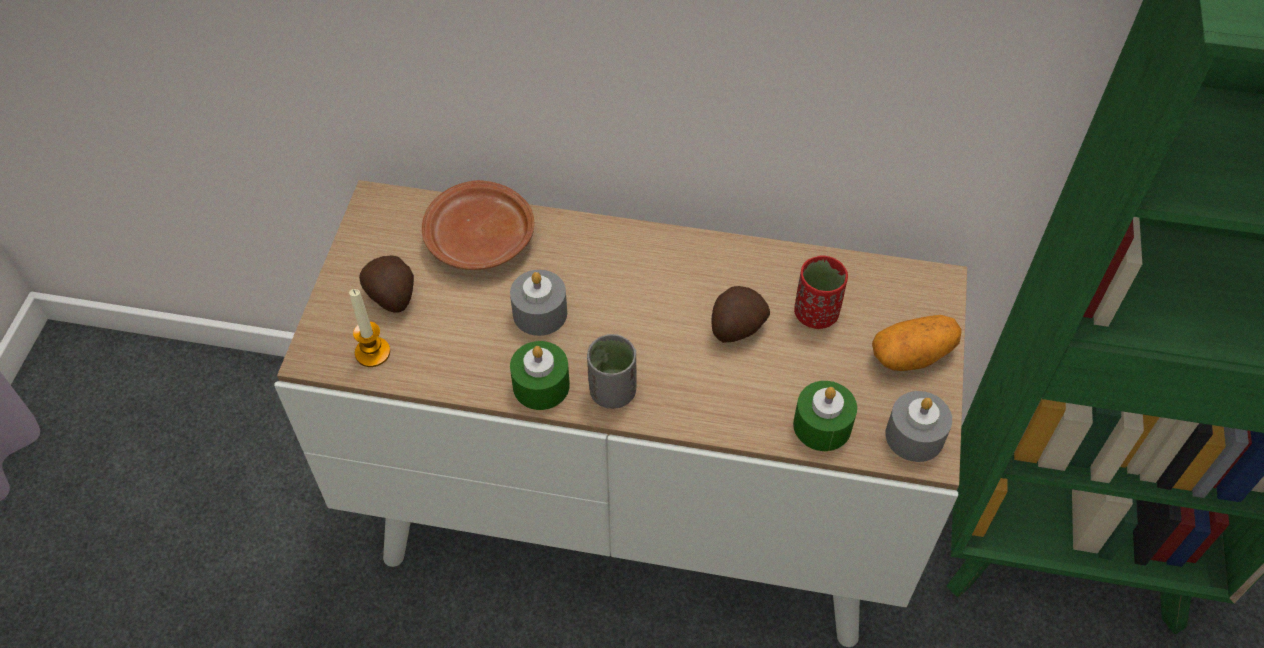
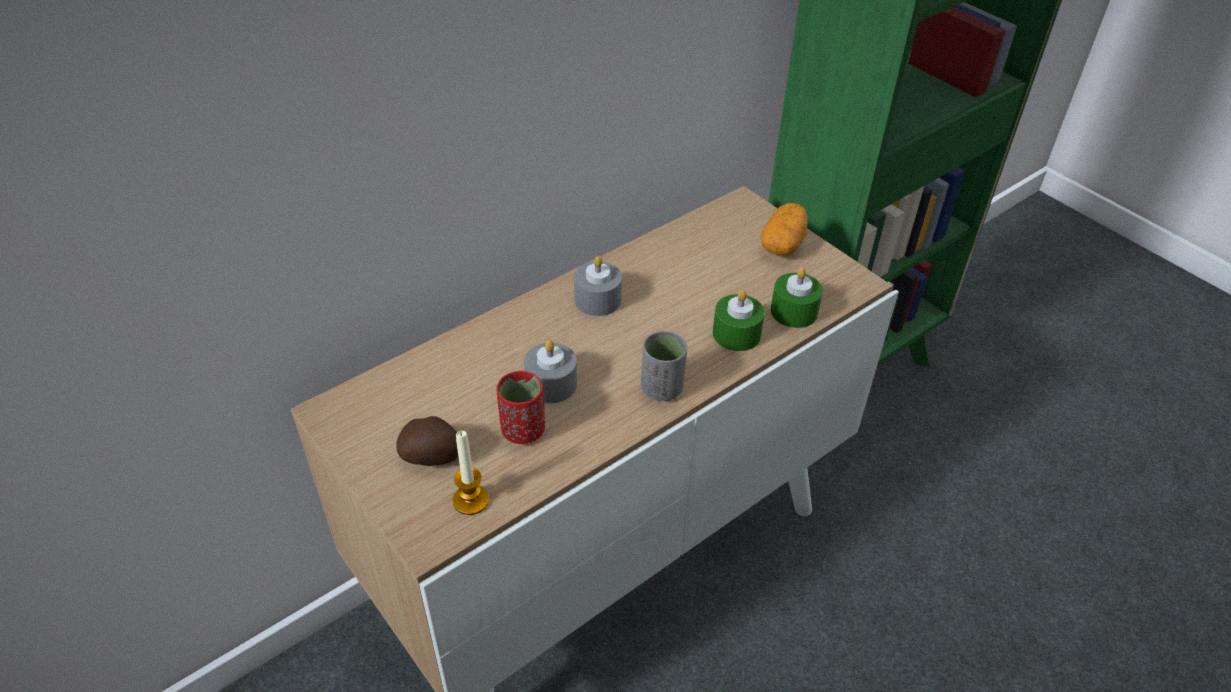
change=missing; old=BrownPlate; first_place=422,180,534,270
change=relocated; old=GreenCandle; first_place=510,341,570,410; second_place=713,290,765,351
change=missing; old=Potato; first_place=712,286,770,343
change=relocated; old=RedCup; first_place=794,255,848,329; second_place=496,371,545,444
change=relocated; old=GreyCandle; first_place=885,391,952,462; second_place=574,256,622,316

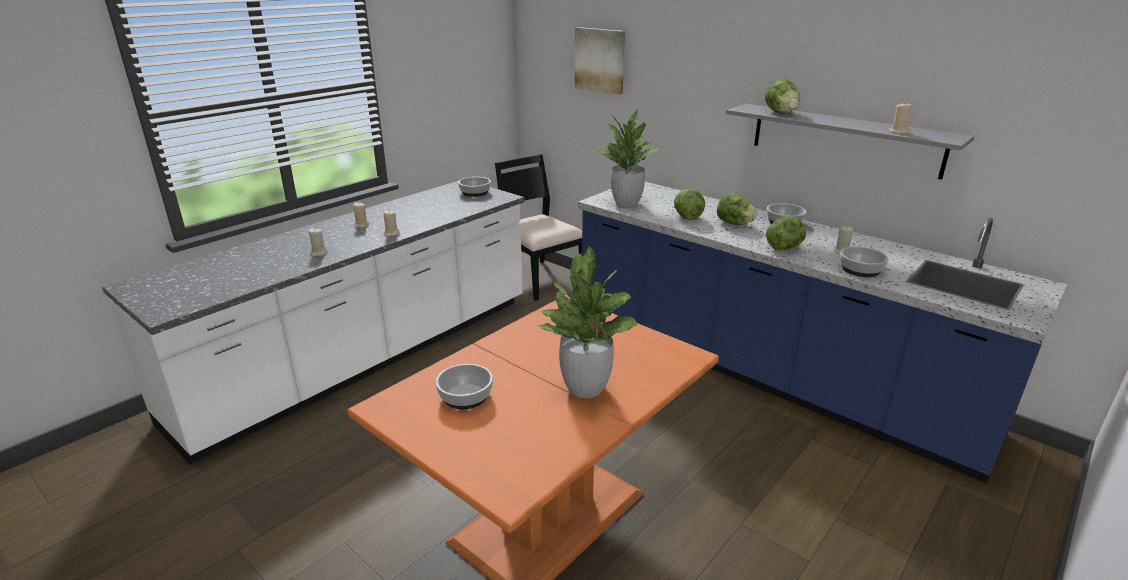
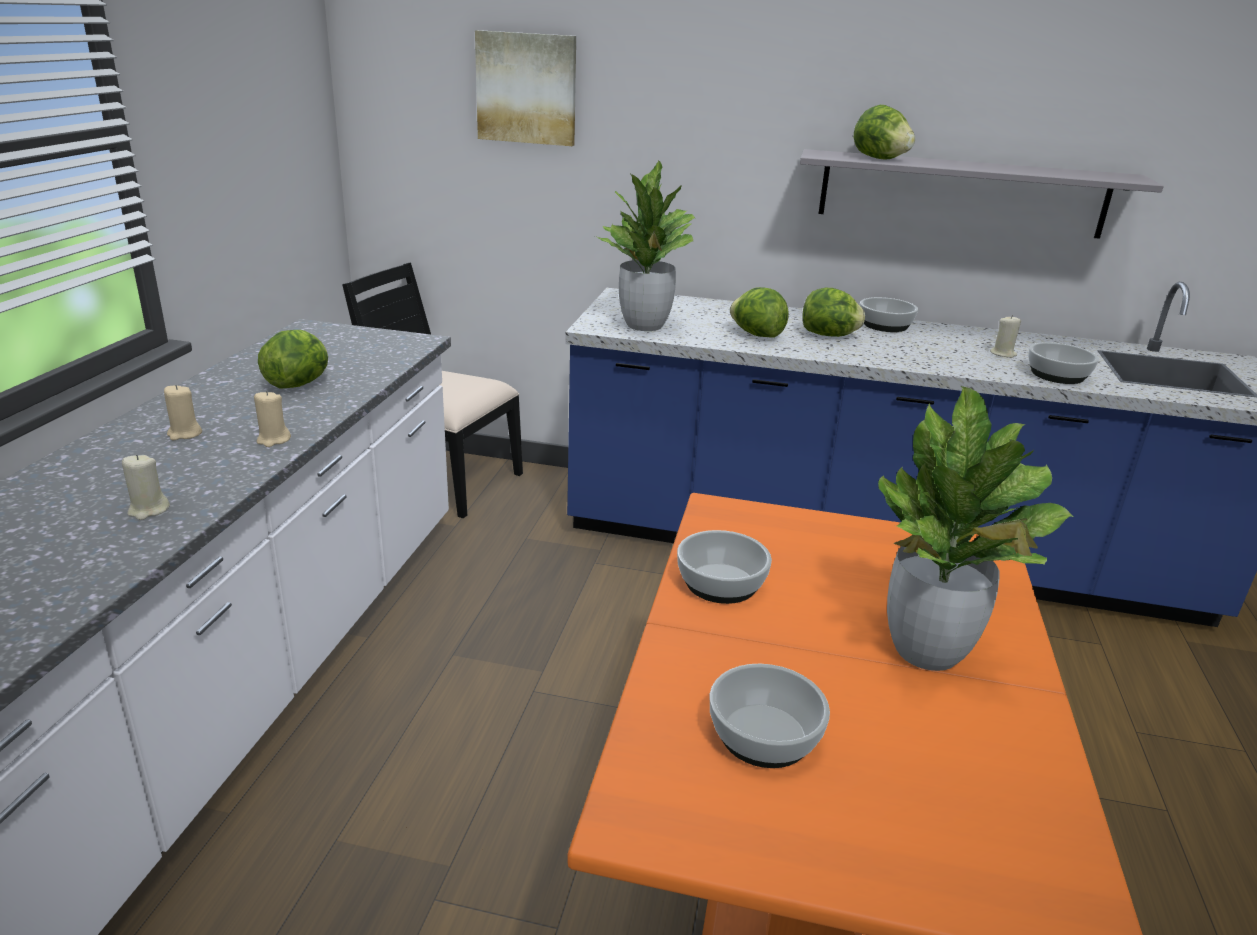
change=relocated; old=Bowl; first_place=458,177,491,197; second_place=677,530,772,604
change=relocated; old=Lettuce; first_place=766,216,806,250; second_place=258,330,328,389
change=missing; old=BeigeCandle; first_place=889,102,912,134

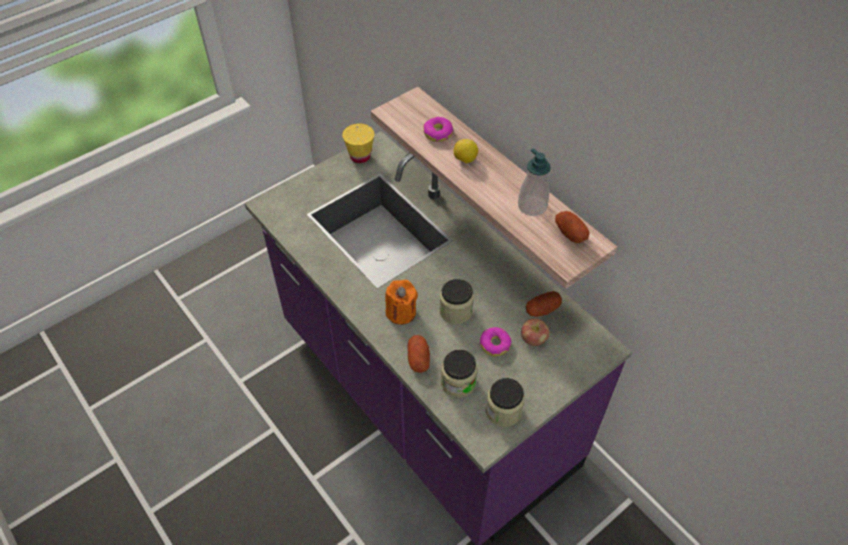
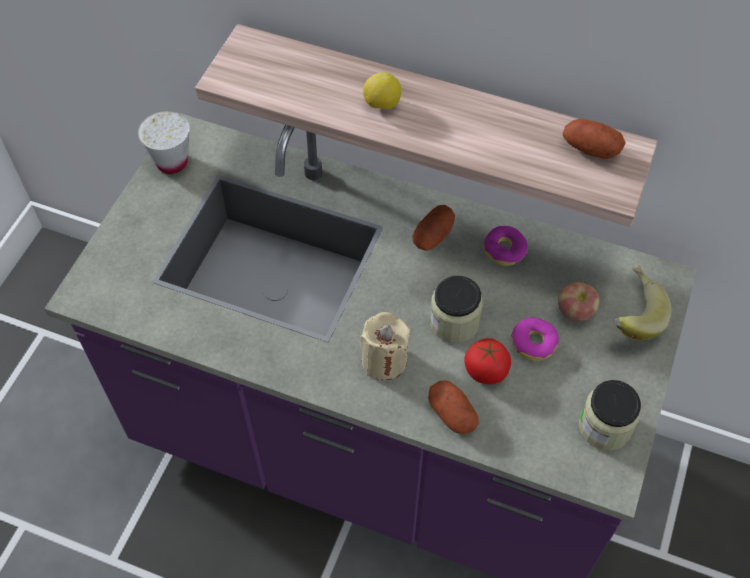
change=colour; old=YellowCup; new=WhiteCup; first_place=342,124,374,163; second_place=138,111,190,174
change=colour; old=OrangeCandle; new=BeigeCandle; first_place=385,280,418,325; second_place=360,312,410,380
change=relocated; old=Donut; first_place=423,117,454,142; second_place=484,226,528,266
change=missing; old=Jar; first_place=441,350,478,398
change=missing; old=SoapDispenser; first_place=518,148,551,216
change=relocated; old=Potato; first_place=526,291,562,317; second_place=412,205,455,251
change=appeared; new=Tomato; second_place=464,338,511,384
change=appeared; new=Banana; second_place=615,265,672,340

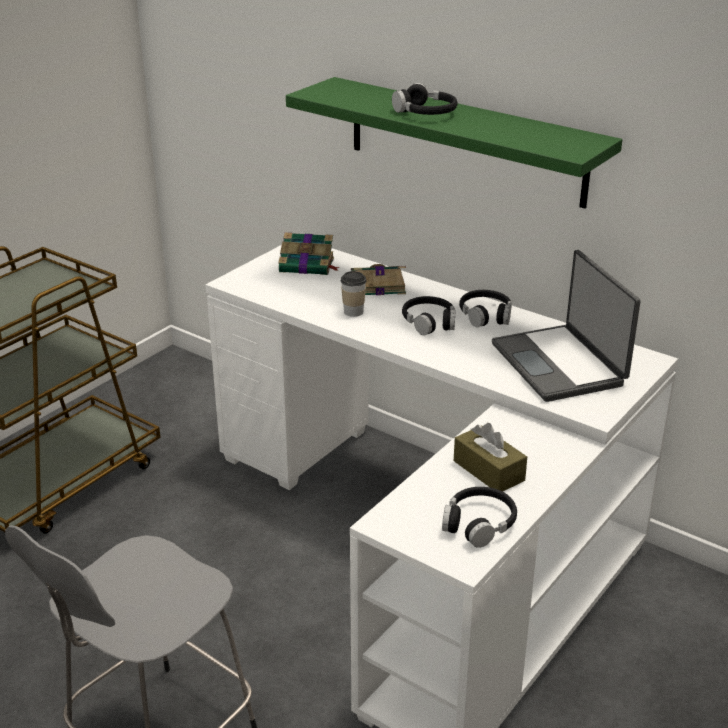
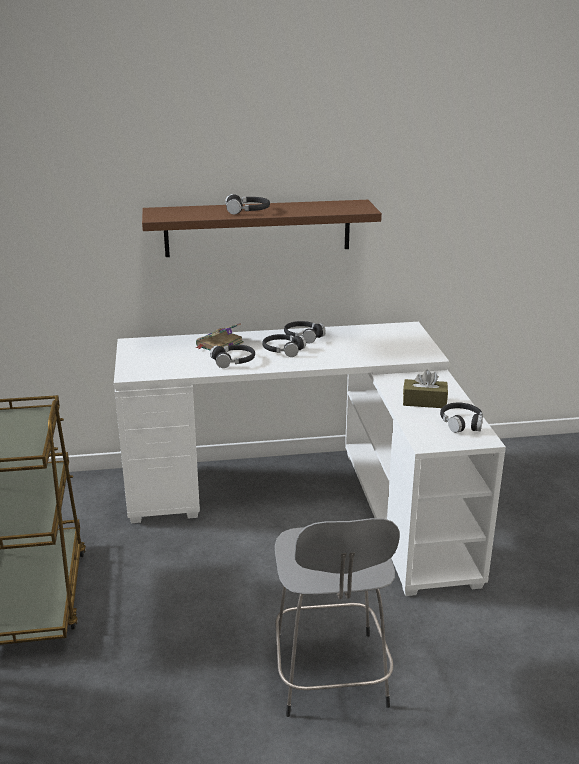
change=missing; old=Book; first_place=278,232,340,275
change=colour; old=GreenShelf; new=BrownShelf; first_place=286,77,622,208; second_place=142,200,382,257
change=exchanged; old=Cup; new=BlackHeadphones; first_place=341,271,366,317; second_place=210,345,255,368
change=missing; old=Laptop; first_place=492,250,640,402

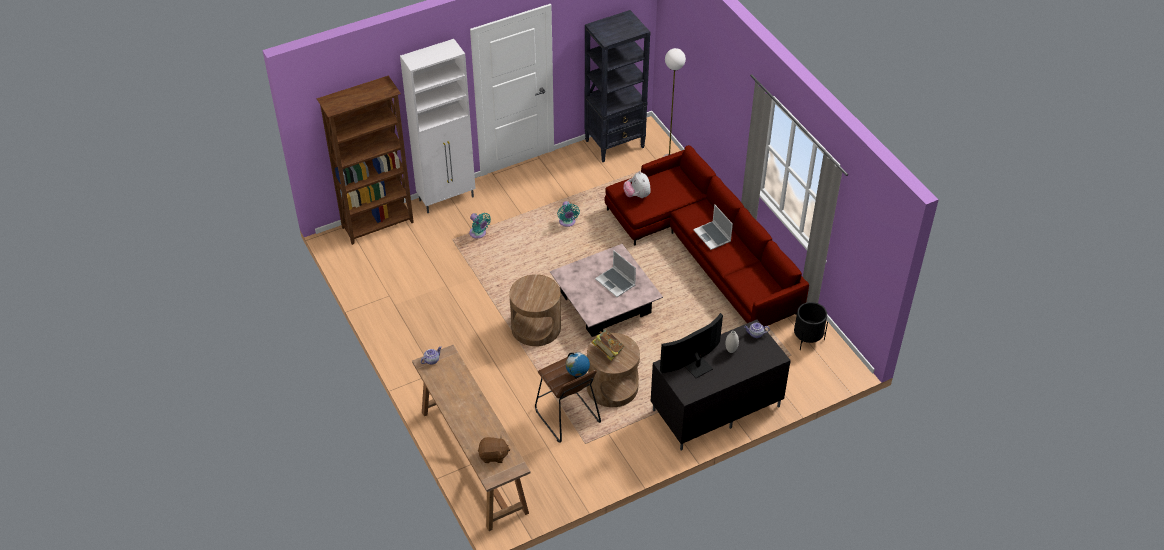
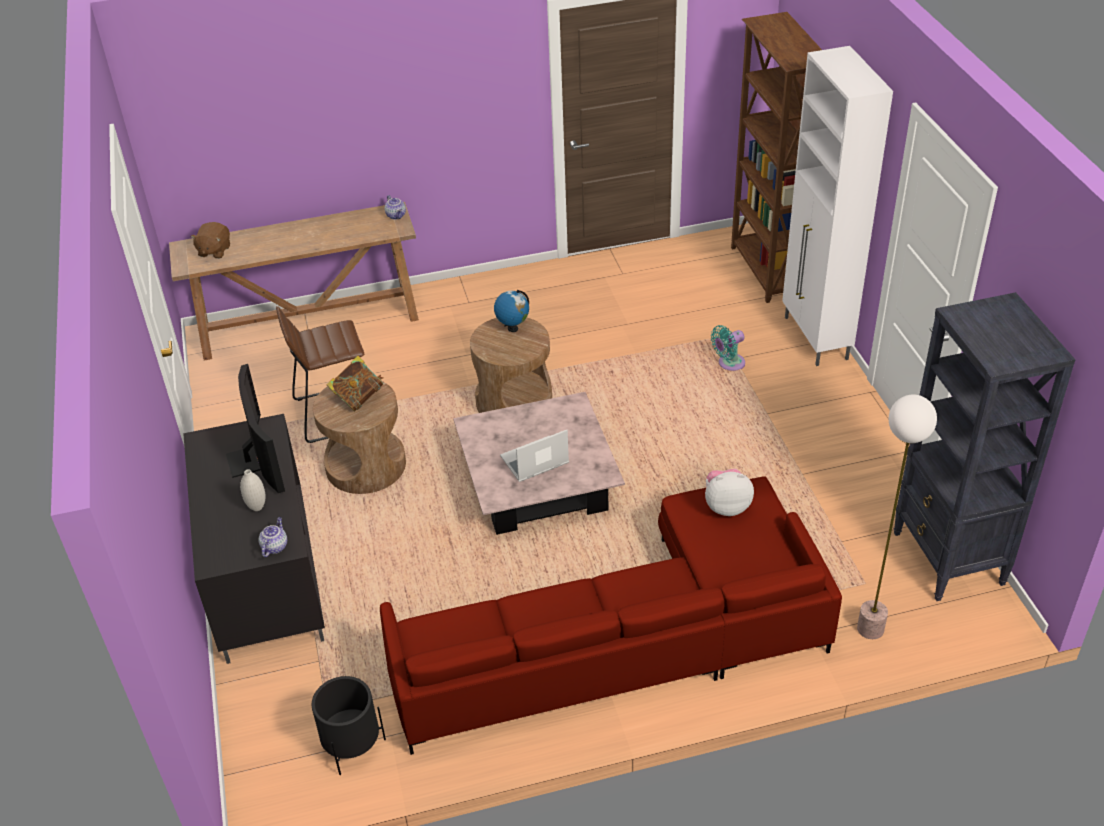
change=missing; old=TurquoiseFan; first_place=557,201,580,227
change=relocated; old=Globe; first_place=566,352,590,379; second_place=494,290,529,332
change=missing; old=Laptop; first_place=693,204,733,250

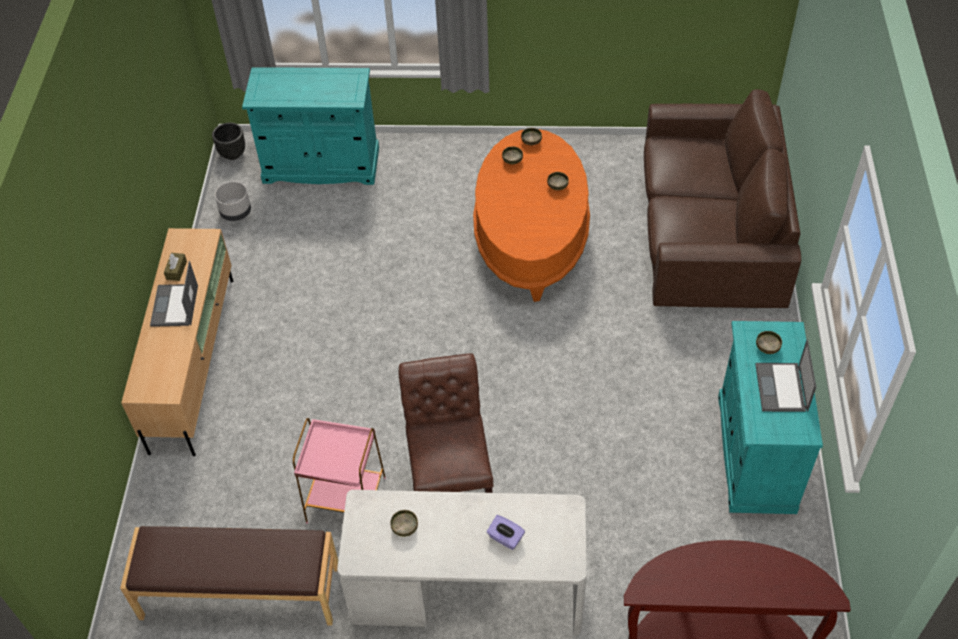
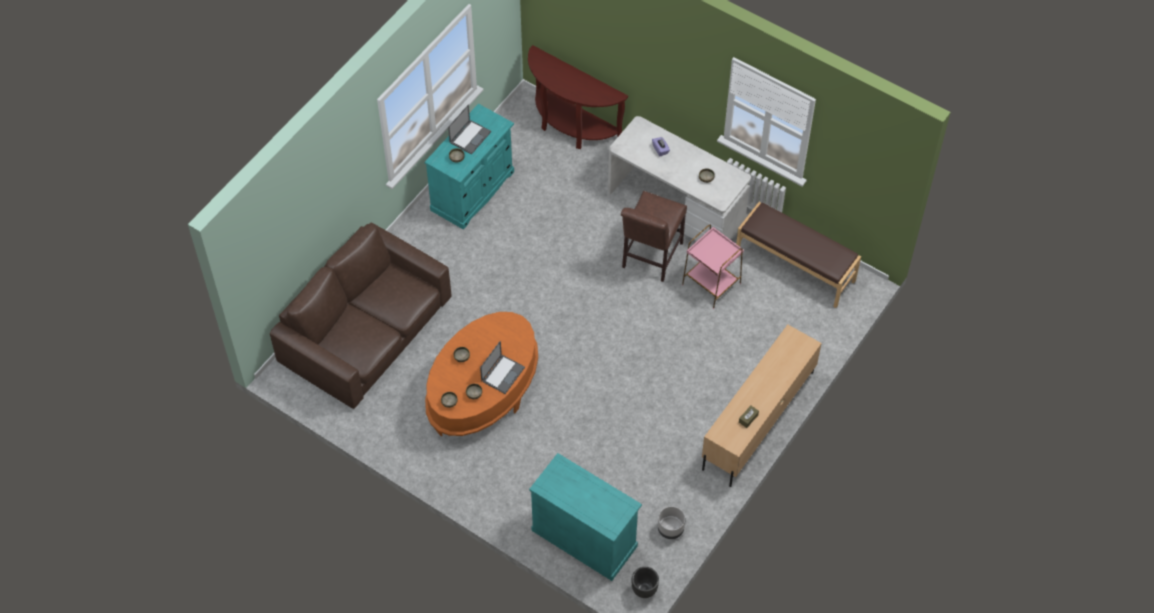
change=relocated; old=Laptop; first_place=150,261,198,327; second_place=480,341,525,394

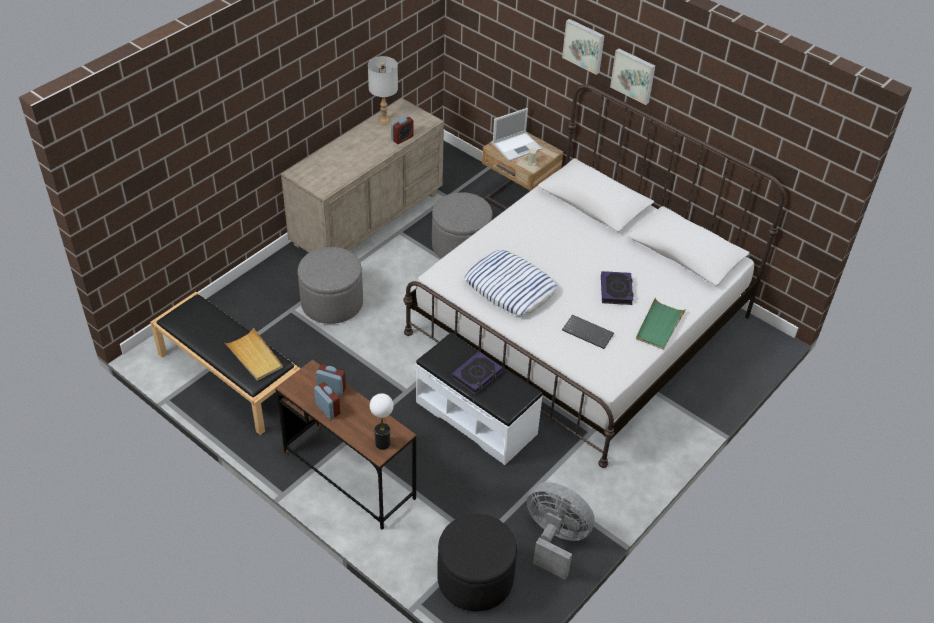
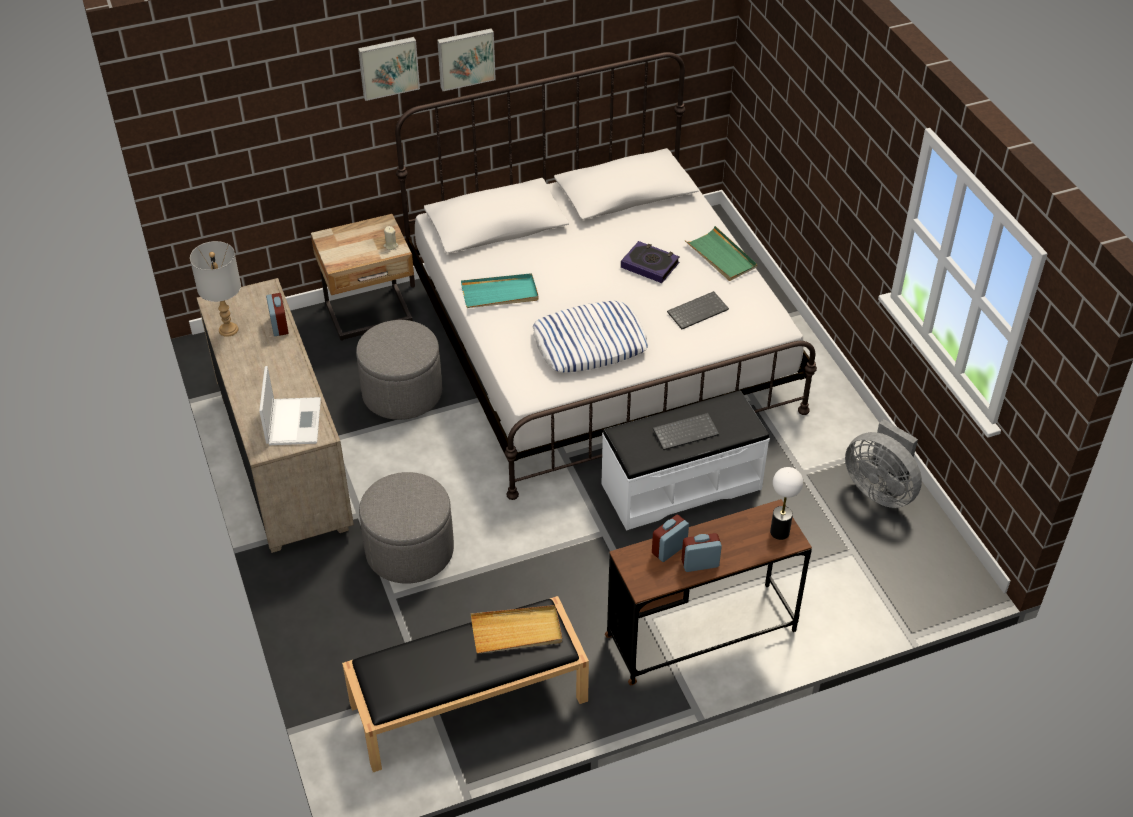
change=missing; old=BlackOttoman; first_place=437,514,517,611
change=exchanged; old=Book; new=Keyboard; first_place=452,352,503,395; second_place=653,413,719,450
change=relocated; old=Laptop; first_place=493,108,542,161; second_place=259,366,321,445
change=spun; old=GreyFan; first_place=527,482,595,580; second_place=845,419,922,508; degrees=-105
change=appeared; new=TurquoiseTray; second_place=461,273,539,308

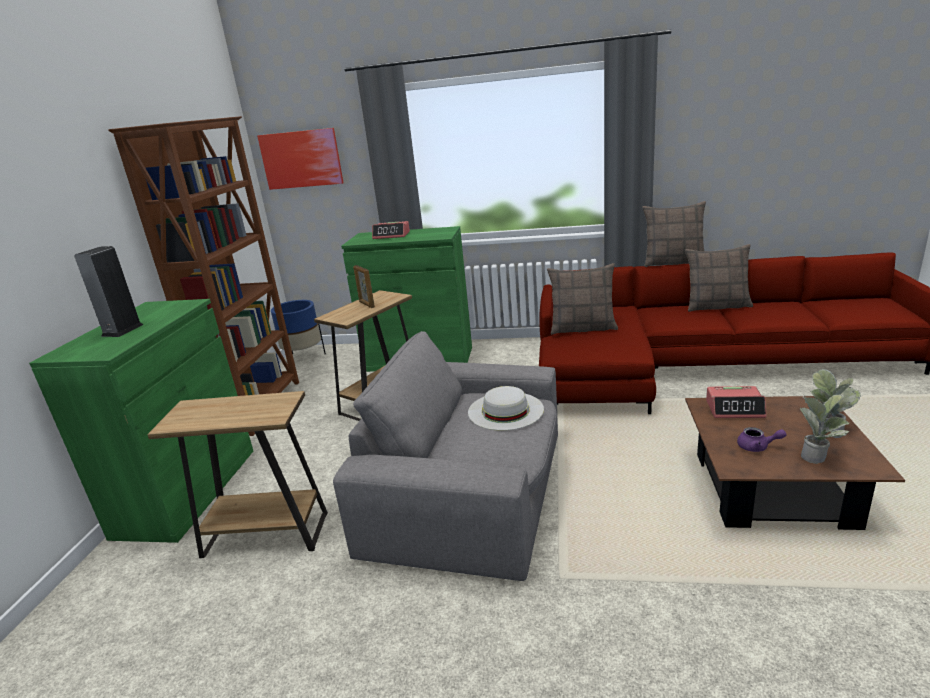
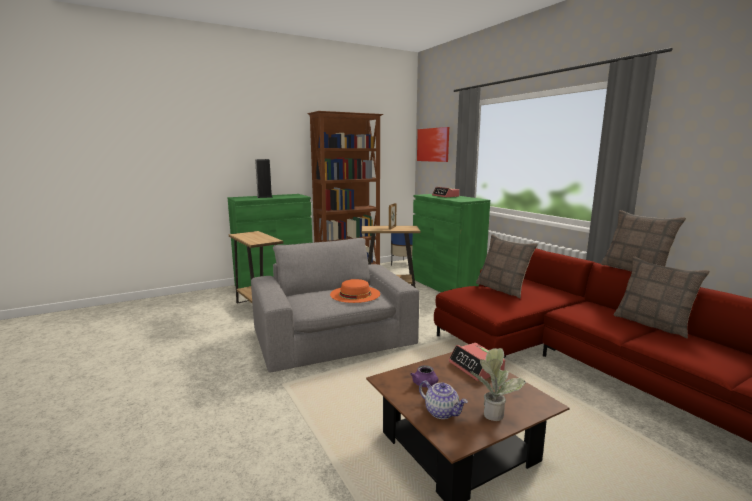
change=colour; old=WhiteHat; new=OrangeHat; first_place=468,386,544,431; second_place=330,279,380,303
change=exchanged; old=PottedPlant; new=Teapot; first_place=800,394,849,464; second_place=419,380,468,419

